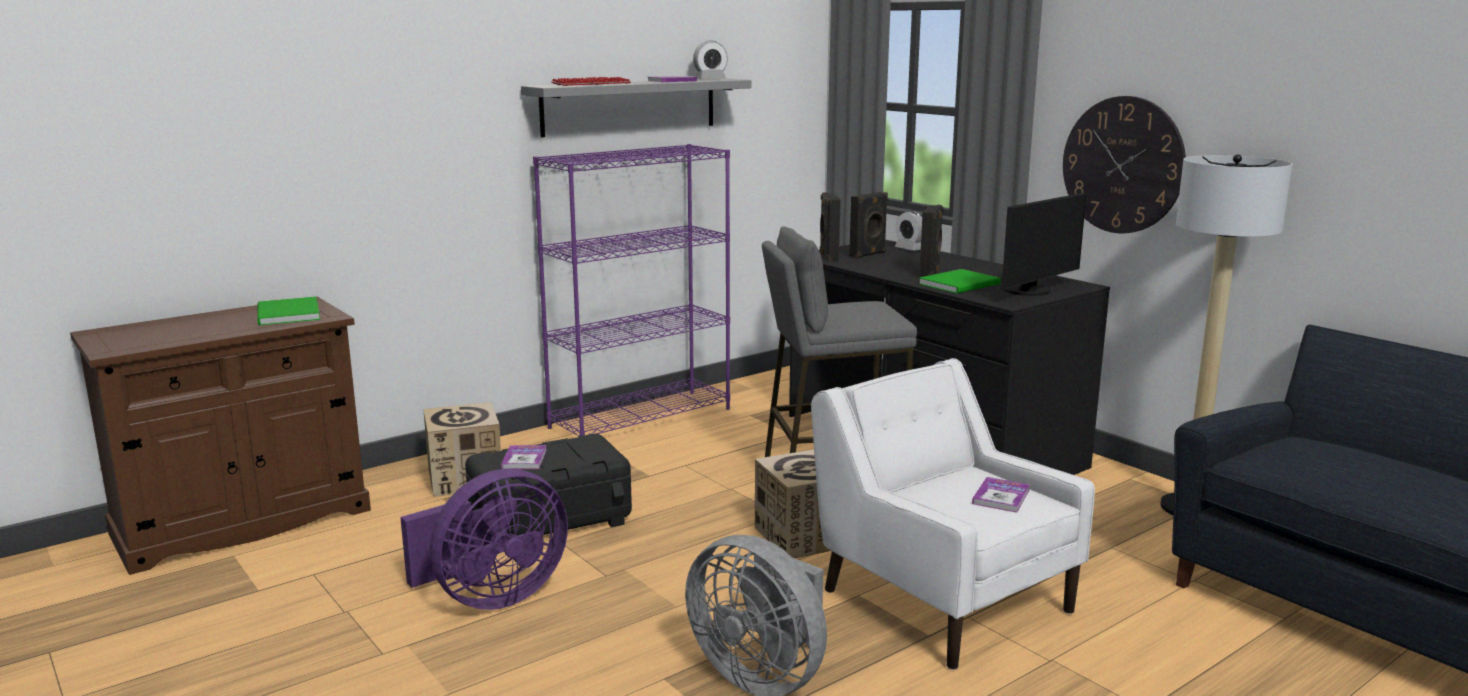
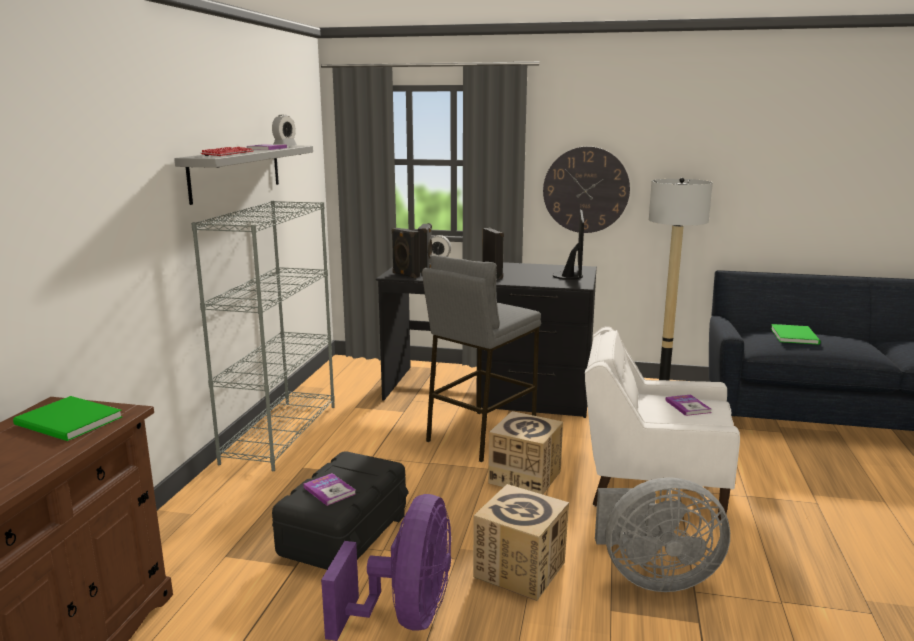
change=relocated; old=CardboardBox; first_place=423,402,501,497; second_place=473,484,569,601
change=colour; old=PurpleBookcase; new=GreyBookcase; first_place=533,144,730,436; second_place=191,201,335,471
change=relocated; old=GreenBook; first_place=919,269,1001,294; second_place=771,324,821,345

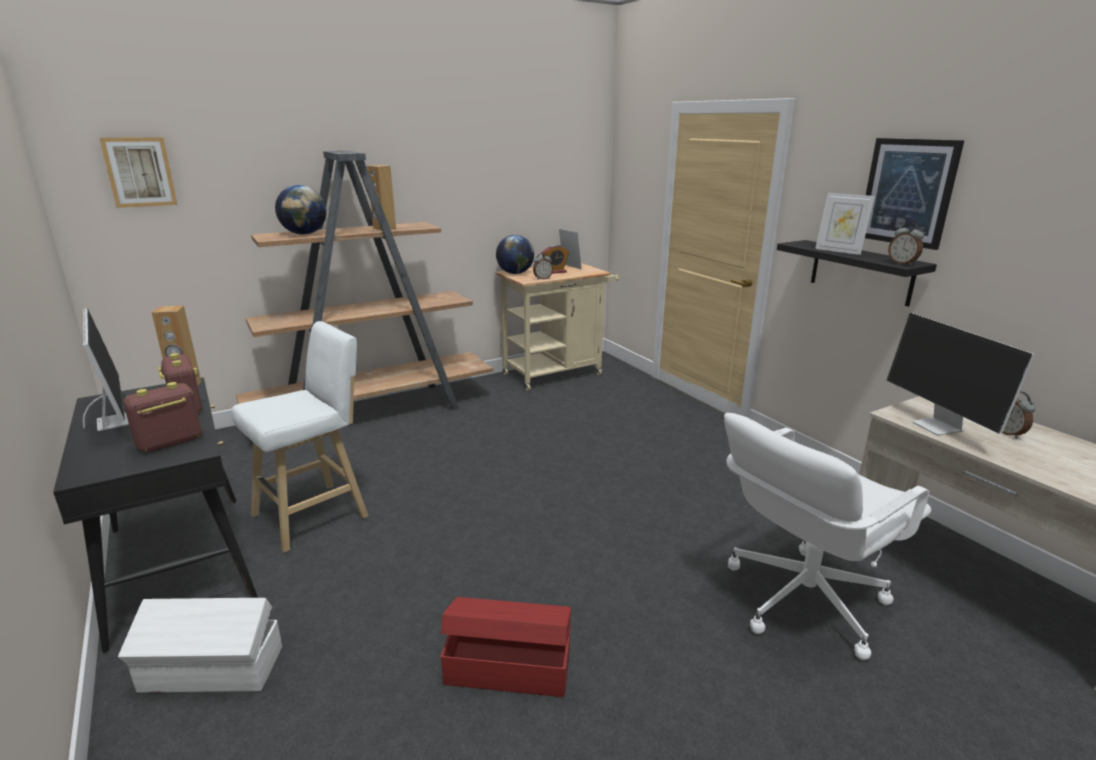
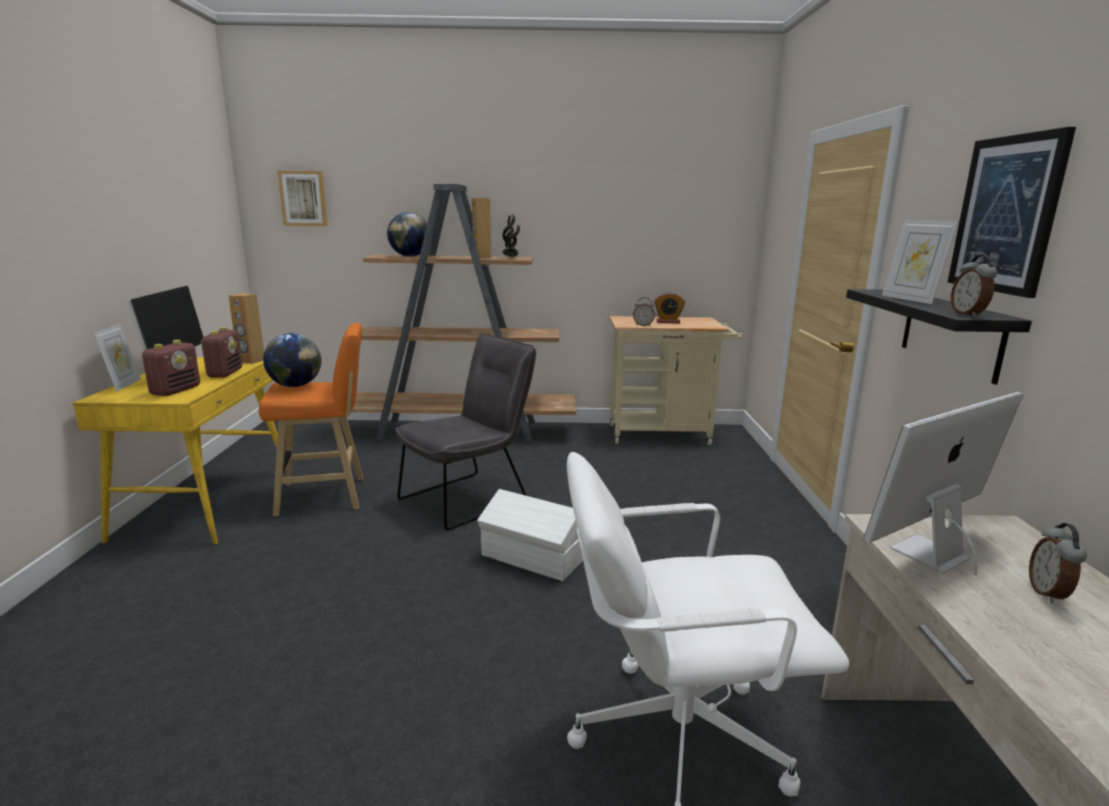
change=colour; old=BlackDesk; new=YellowDesk; first_place=53,378,258,653; second_place=73,357,286,545
change=relocated; old=WhiteStorageBox; first_place=118,598,282,693; second_place=477,489,583,581
change=spun; old=Radio; first_place=123,382,202,453; second_place=142,340,200,396; degrees=120
change=colour; old=WhiteStool; new=OrangeStool; first_place=231,321,368,553; second_place=259,323,363,516
change=missing; old=RedStorageBox; first_place=441,597,571,697
change=relocated; old=Globe; first_place=496,235,534,274; second_place=263,333,321,387
change=relocated; old=PictureFrame; first_place=559,229,582,269; second_place=93,324,141,392
change=spun; old=Monitor; first_place=887,313,1035,436; second_place=863,391,1024,575; degrees=45
change=appeared; new=GreyChair; second_place=395,333,536,530
change=appeared; new=PottedPlant; second_place=502,214,520,258

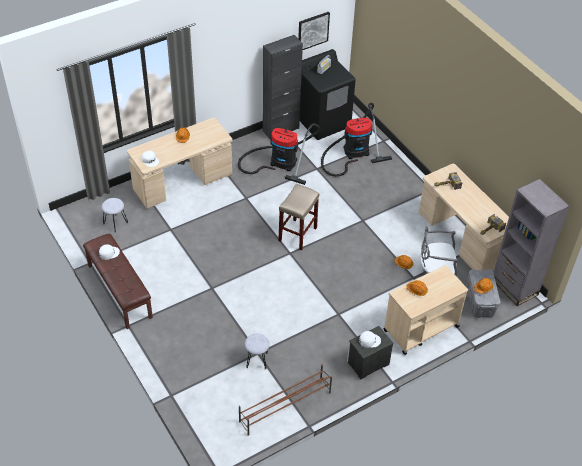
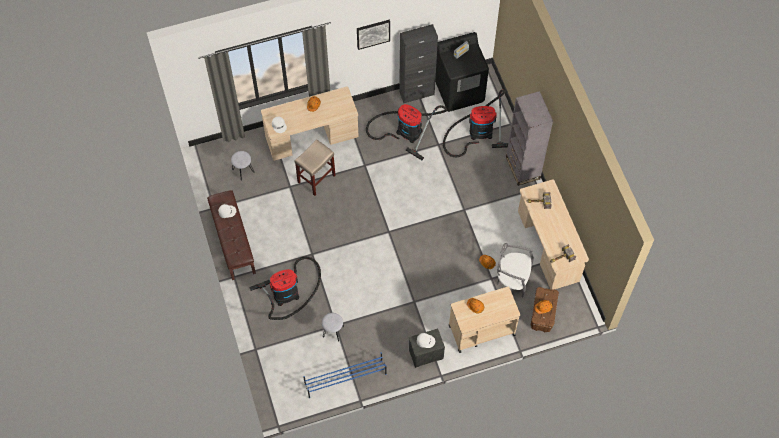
change=colour; old=BrownShoeRack; new=BlueShoeRack; first_place=239,364,332,436; second_place=303,352,387,398
change=relocated; old=BeigeStool; first_place=278,184,319,251; second_place=294,139,336,196
change=relocated; old=Picture; first_place=298,12,330,50; second_place=357,20,390,50
change=colour; old=GreyStorageBox; new=BrownStorageBox; first_place=467,269,500,318; second_place=531,287,559,332
change=relocated; old=GreyBookcase; first_place=494,179,569,306; second_place=506,91,553,186
change=appeared; new=VacuumCleaner; second_place=249,257,321,320

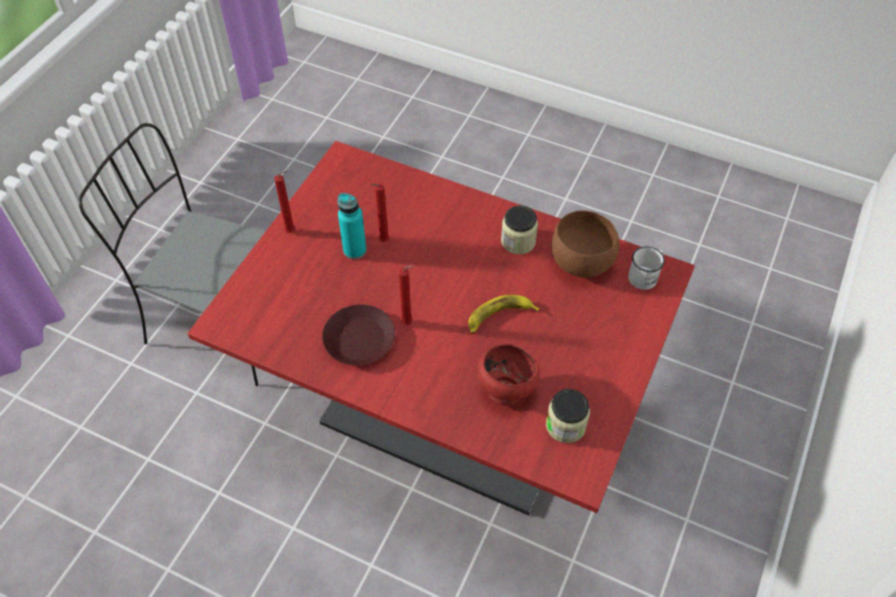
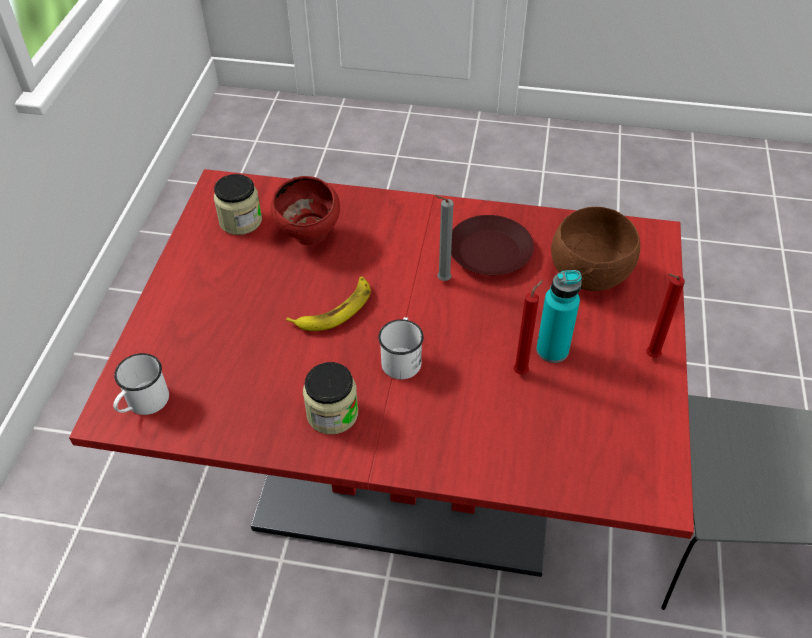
change=colour; old=RedCandle; new=GreyCandle; first_place=399,265,414,325; second_place=435,195,454,281
change=relocated; old=BrownBowl; first_place=552,211,619,278; second_place=551,207,640,291
change=appeared; new=WhiteMug; second_place=378,317,424,379

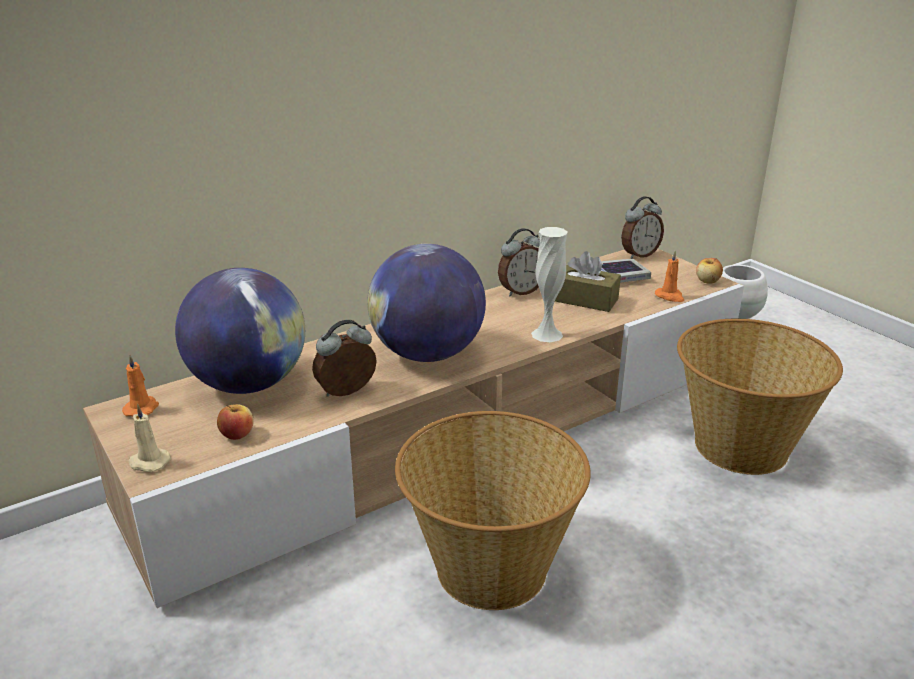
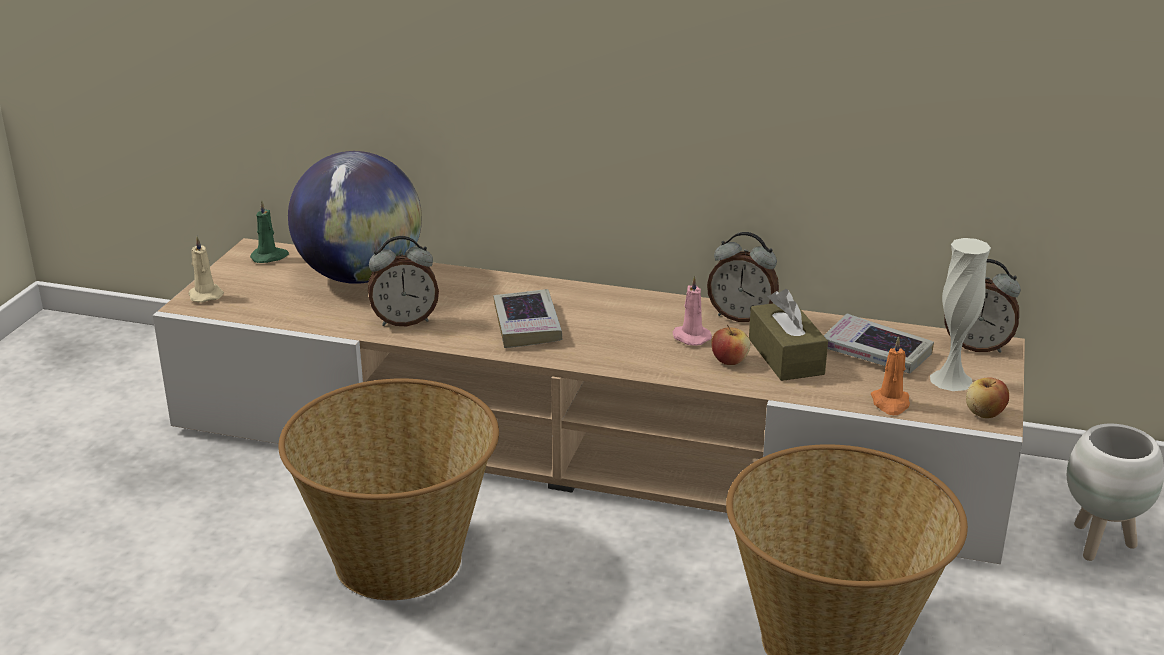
change=colour; old=OrangeCandle; new=GreenCandle; first_place=122,355,159,416; second_place=250,200,289,263
change=relocated; old=Apple; first_place=217,404,254,440; second_place=711,325,750,365
change=spun; old=AlarmClock; first_place=312,320,377,397; second_place=368,236,439,326; degrees=150
change=exchanged; old=Globe; new=Book; first_place=367,244,486,362; second_place=493,289,563,348
change=relocated; old=WhiteVase; first_place=531,227,568,342; second_place=930,238,991,391
change=appeared; new=PinkCandle; second_place=673,275,712,346

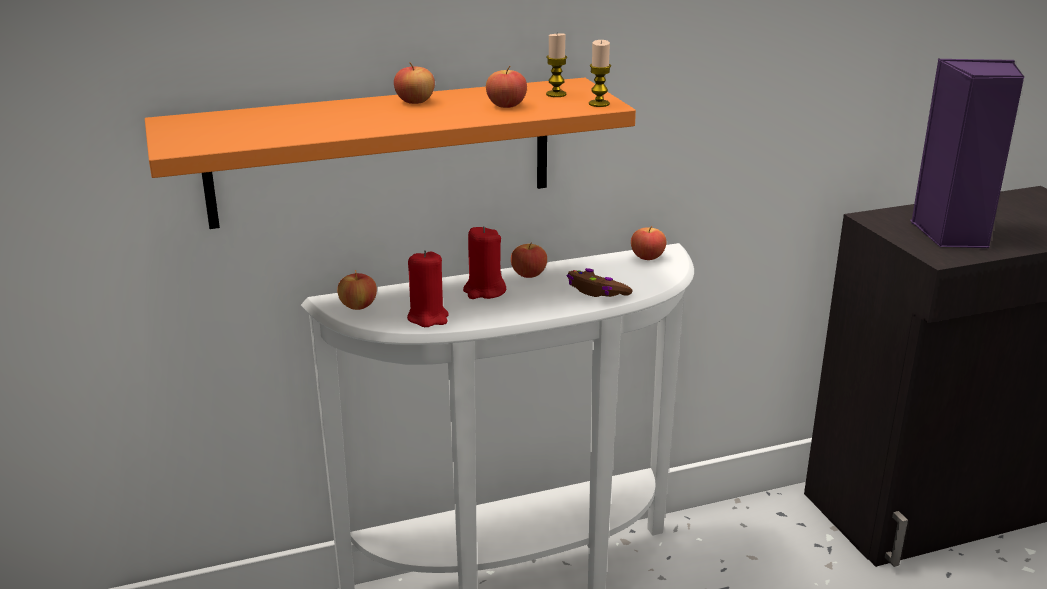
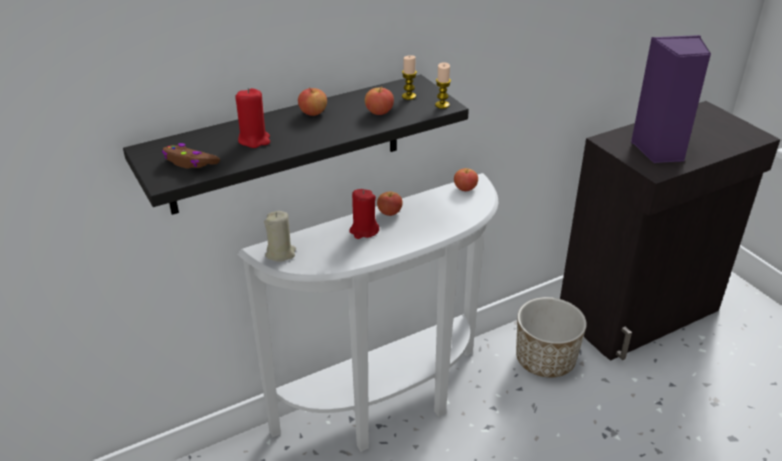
change=colour; old=OrangeShelf; new=BlackShelf; first_place=145,78,636,229; second_place=123,74,469,215
change=exchanged; old=Apple; new=BeigeCandle; first_place=337,270,377,310; second_place=264,211,296,262
change=relocated; old=RedCandle; first_place=407,250,449,327; second_place=235,88,270,148
change=relocated; old=BrownGameController; first_place=567,268,633,297; second_place=162,143,220,168
change=appeared; new=Planter; second_place=516,297,587,378

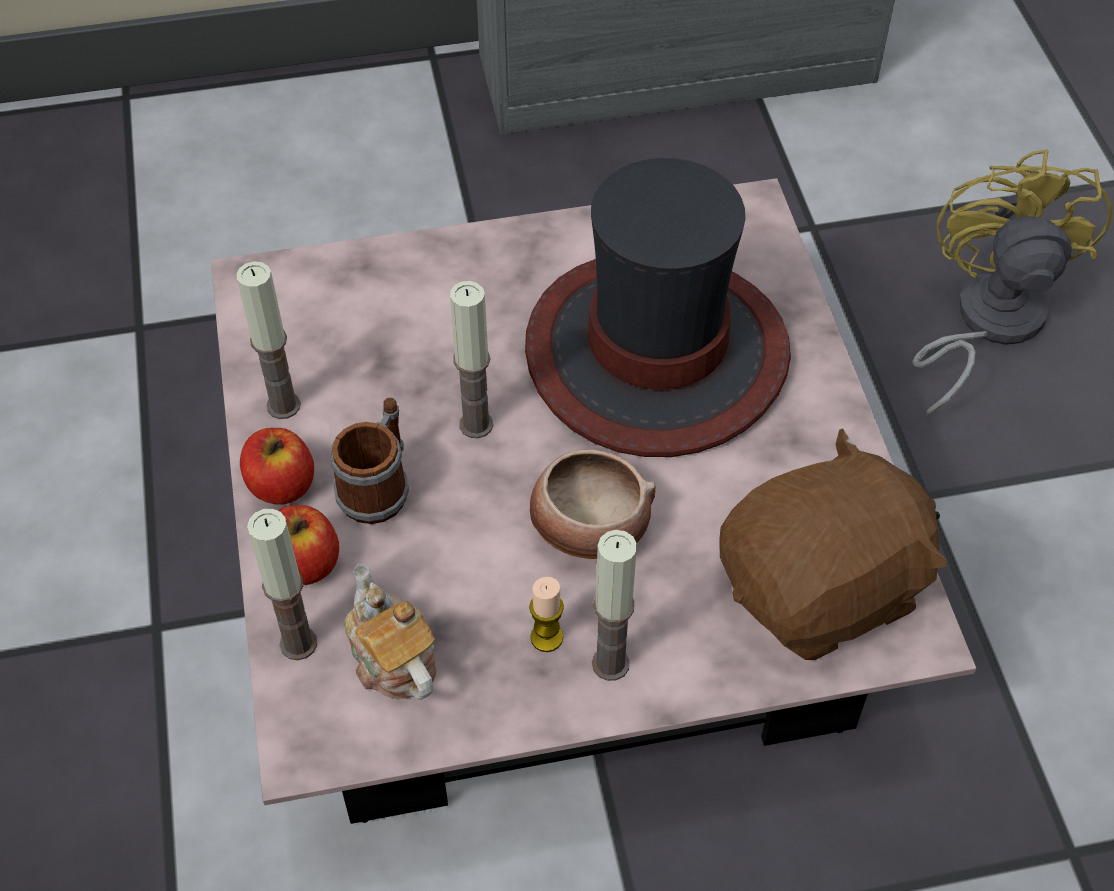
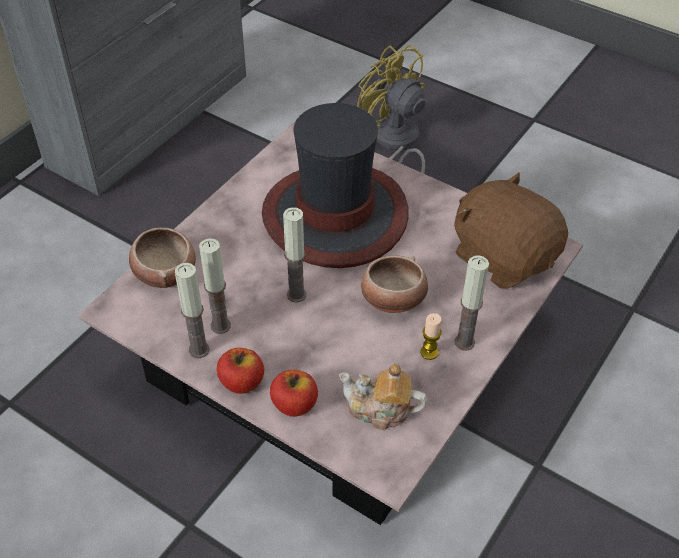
change=relocated; old=Candle; first_place=247,509,317,660; second_place=199,238,231,334
change=missing; old=Mug; first_place=330,398,409,524
change=spun; old=BrownPlushToy; first_place=719,429,947,660; second_place=454,172,568,289; degrees=-60
change=appeared; new=Bowl; second_place=129,227,196,288

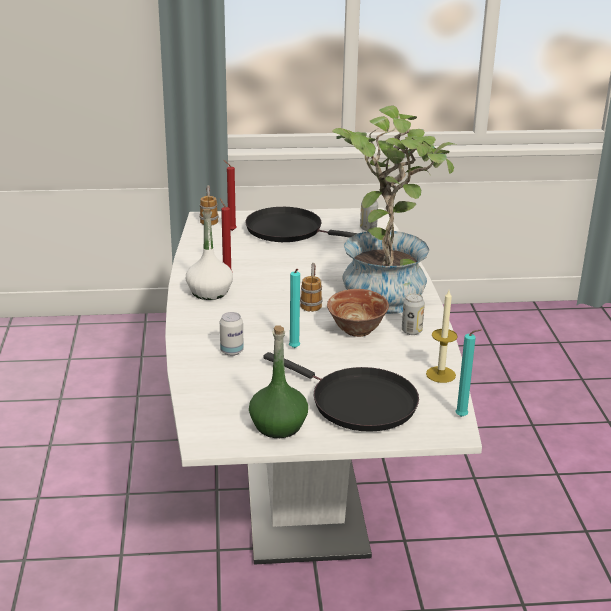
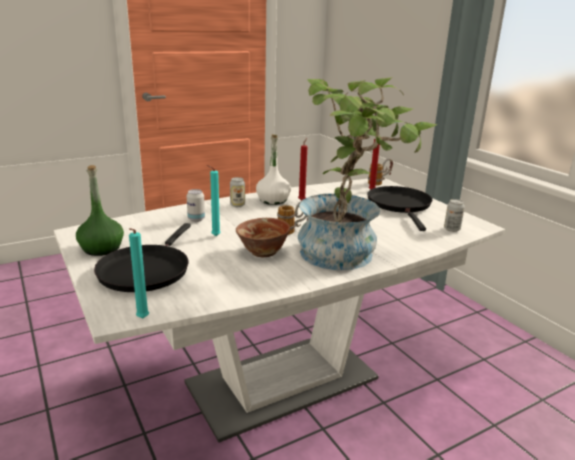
change=relocated; old=Can; first_place=402,293,425,335; second_place=230,177,245,207
change=missing; old=Candle; first_place=426,290,458,383

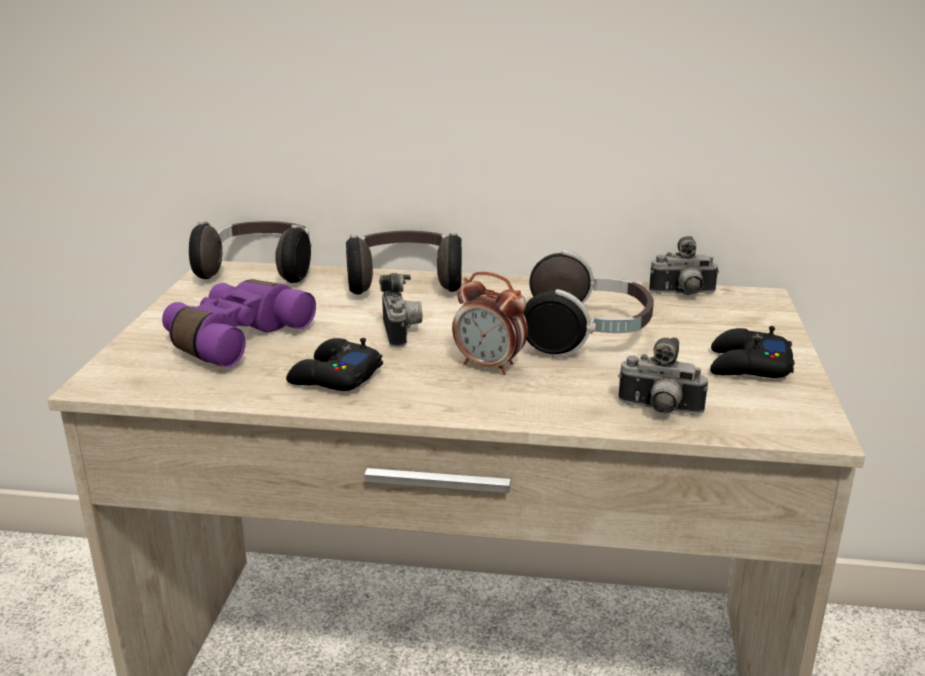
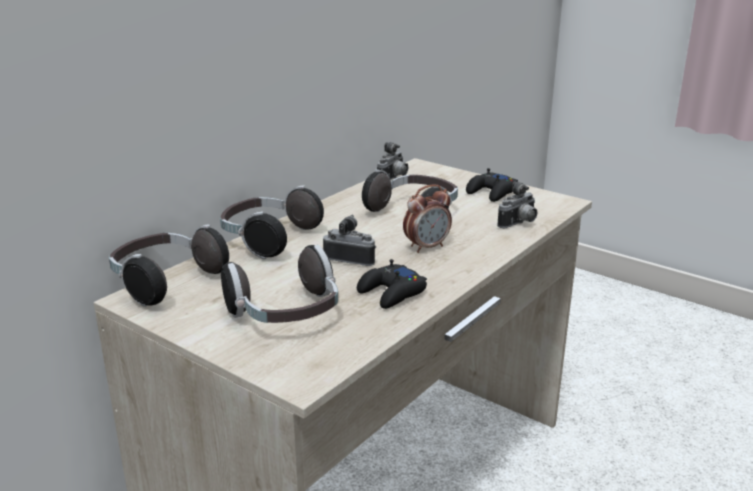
change=exchanged; old=PurpleBinoculars; new=Headphones; first_place=162,279,316,367; second_place=221,245,338,323

